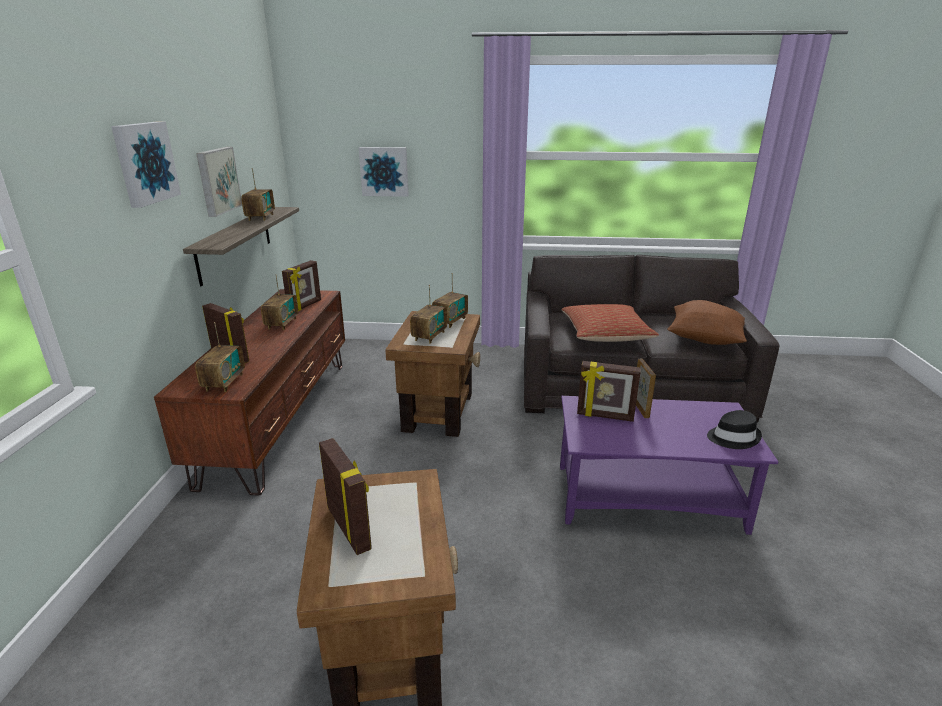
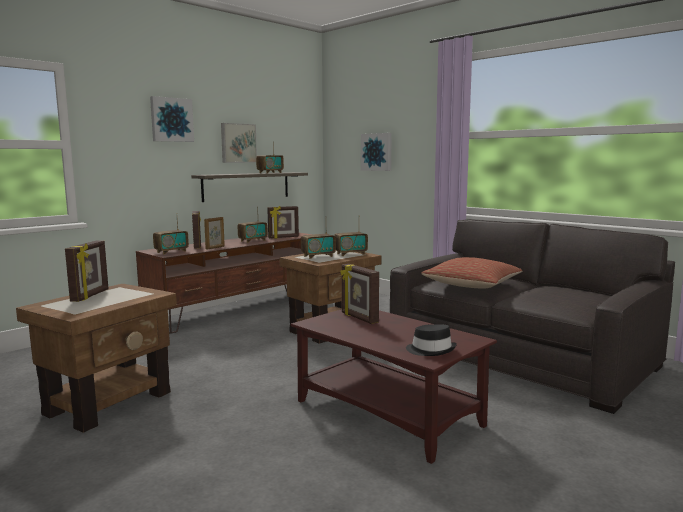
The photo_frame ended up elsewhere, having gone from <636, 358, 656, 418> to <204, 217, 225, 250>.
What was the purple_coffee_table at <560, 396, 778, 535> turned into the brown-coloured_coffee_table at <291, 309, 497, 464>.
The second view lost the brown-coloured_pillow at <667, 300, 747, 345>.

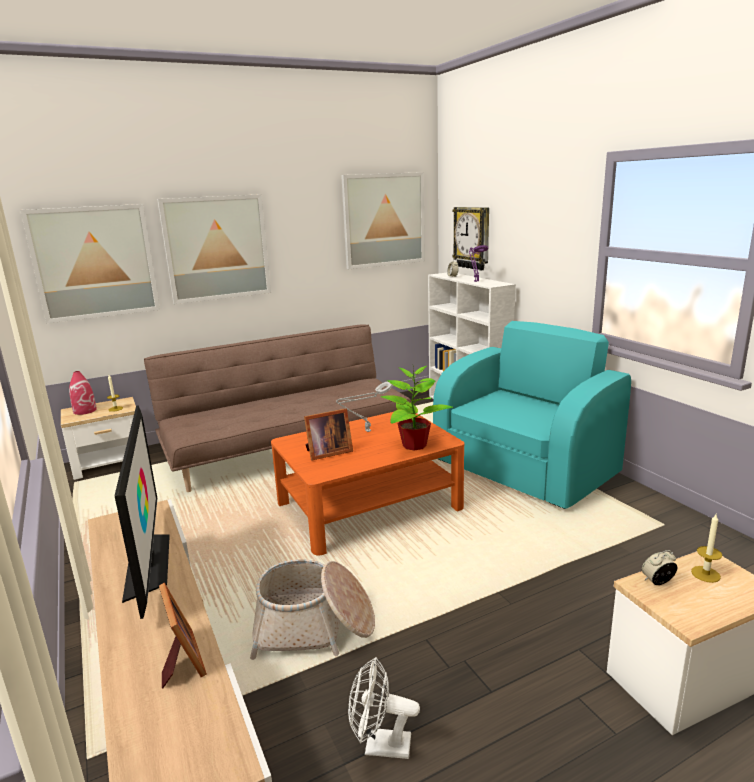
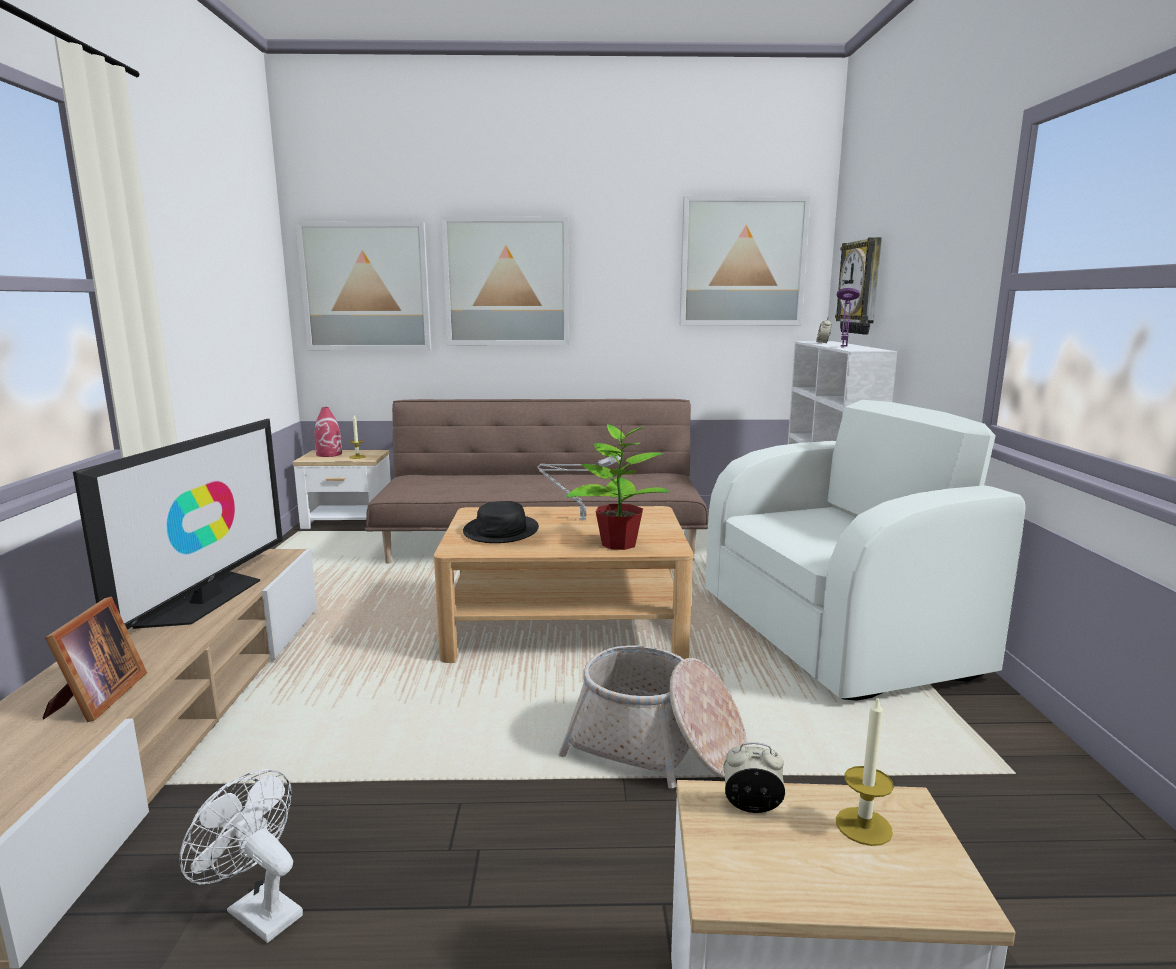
What was the orangey_coffee_table at <271, 412, 464, 556> turned into the sand-coloured_coffee_table at <434, 506, 693, 663>.
Where the photo_frame stood at <304, 408, 353, 461>, the black_clothing_hat came to stand at <463, 501, 539, 543>.
The storage_basket ended up elsewhere, having gone from <250, 559, 375, 660> to <558, 645, 747, 788>.
What was the turquoise_easy_chair at <433, 321, 631, 509> turned into the whitish_easy_chair at <705, 400, 1025, 701>.

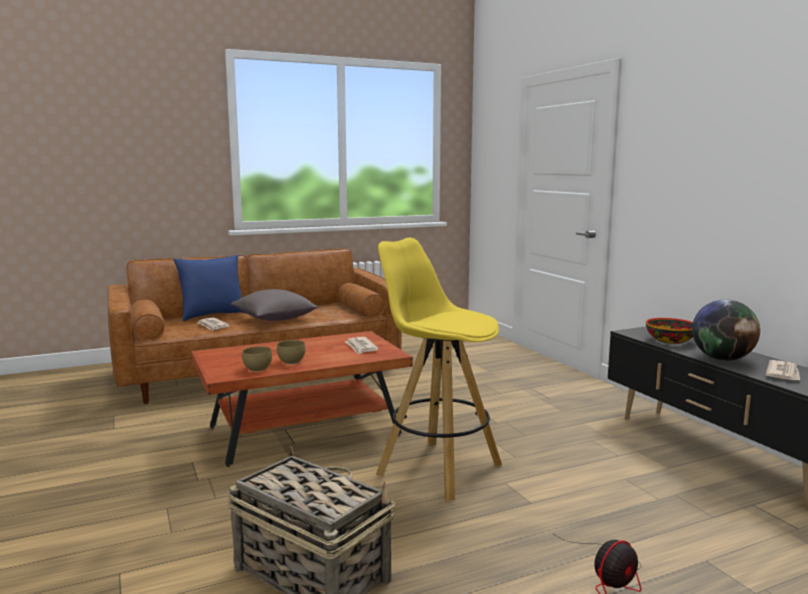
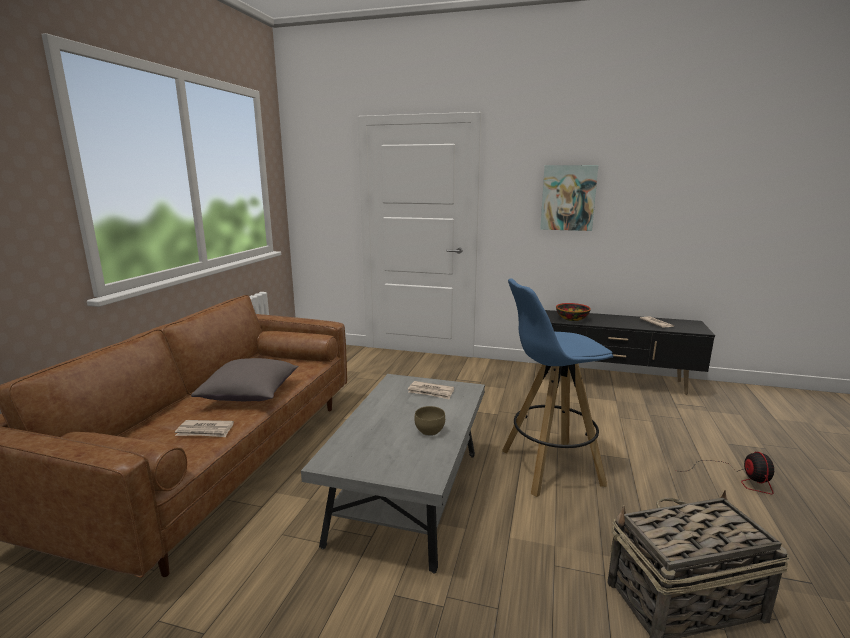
What was the brown-coloured_coffee_table at <192, 331, 413, 467> turned into the gray_coffee_table at <301, 374, 485, 574>.
What was the yellow_stool at <376, 238, 502, 501> turned into the bluish_stool at <502, 279, 613, 497>.
The second view gained the picture at <540, 165, 598, 231>.
The second view lost the bluish_pillow at <173, 255, 245, 321>.
The second view lost the brown-coloured_serving_bowl at <242, 346, 272, 372>.
The second view lost the desk_globe at <692, 300, 760, 361>.

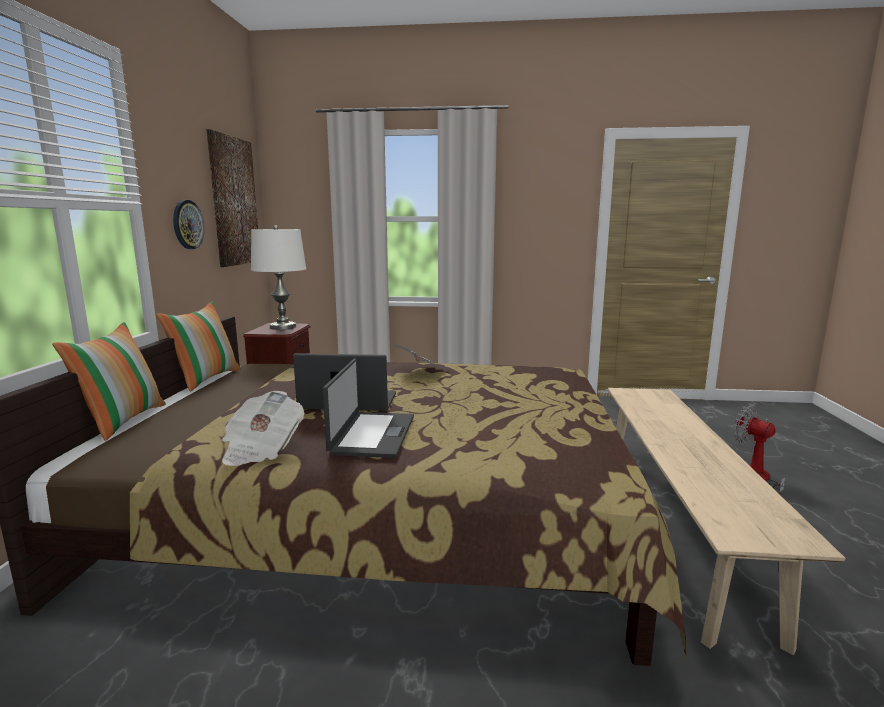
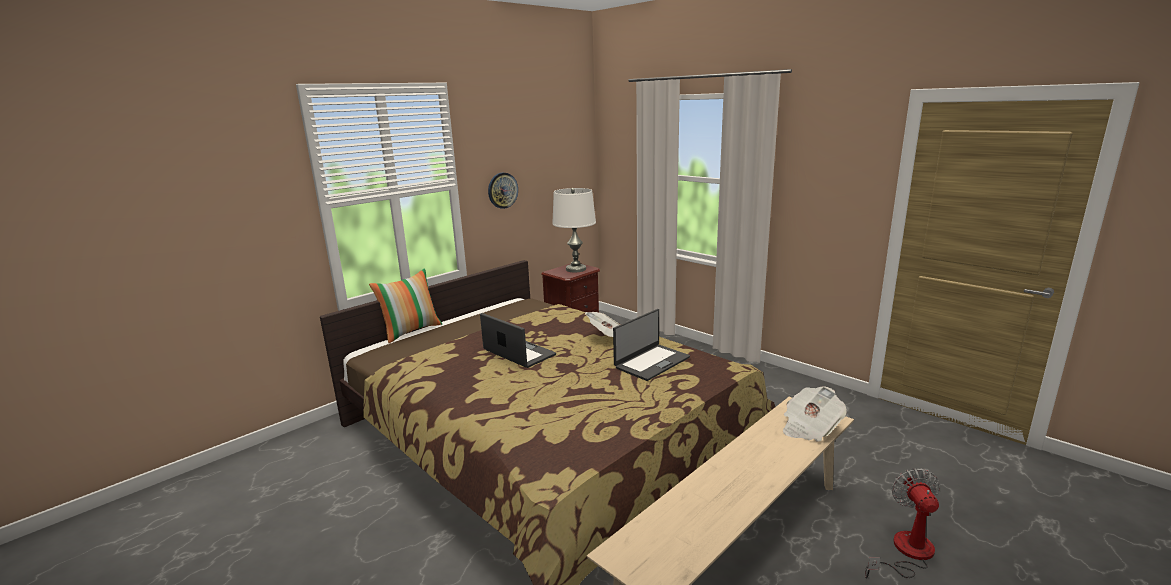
The laptop ended up elsewhere, having gone from <323, 358, 414, 458> to <613, 309, 690, 381>.
The daily_paper ended up elsewhere, having gone from <222, 391, 304, 466> to <783, 387, 847, 442>.
The second view lost the pillow at <156, 301, 241, 392>.
The second view lost the picture at <207, 129, 258, 267>.

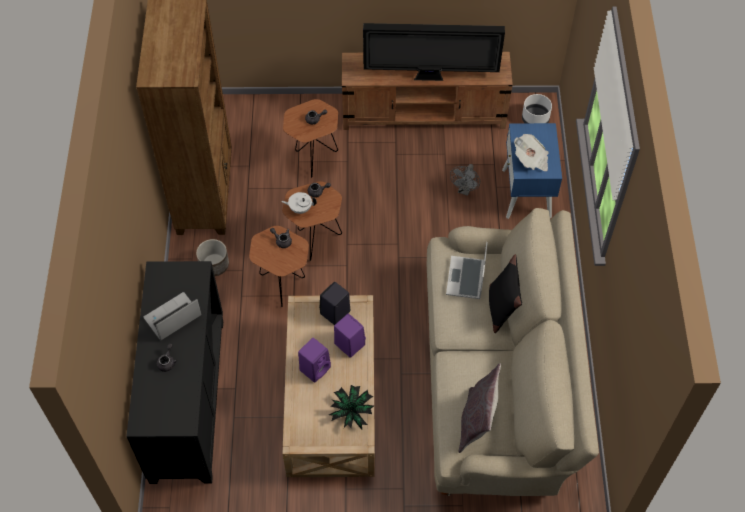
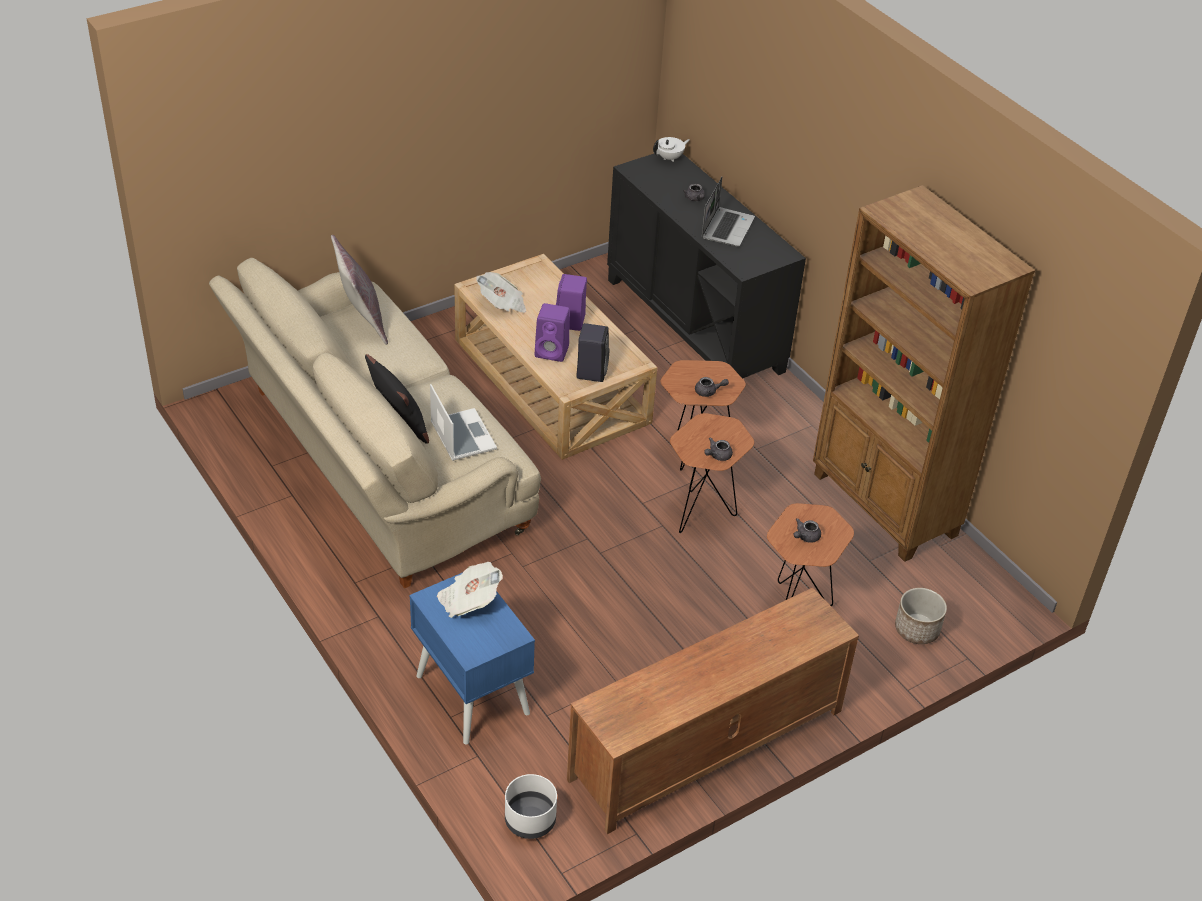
Where the plant_in_a_pot stood at <329, 385, 374, 429>, the daily_paper came to stand at <476, 272, 526, 313>.
The whitish_pot_for_tea ended up elsewhere, having gone from <281, 192, 317, 214> to <653, 137, 690, 162>.
The plant_pot ended up elsewhere, having gone from <196, 239, 229, 276> to <895, 588, 947, 644>.
The second view lost the TV at <363, 23, 505, 81>.
The second view lost the gray_electric_fan at <450, 164, 480, 196>.

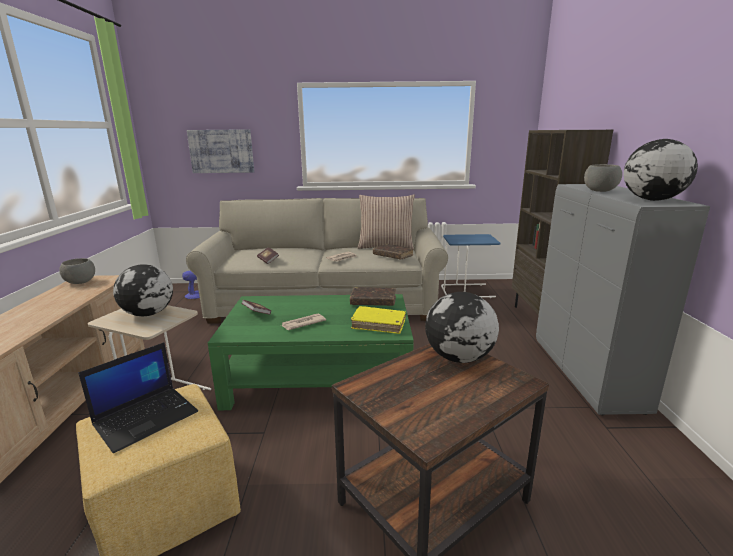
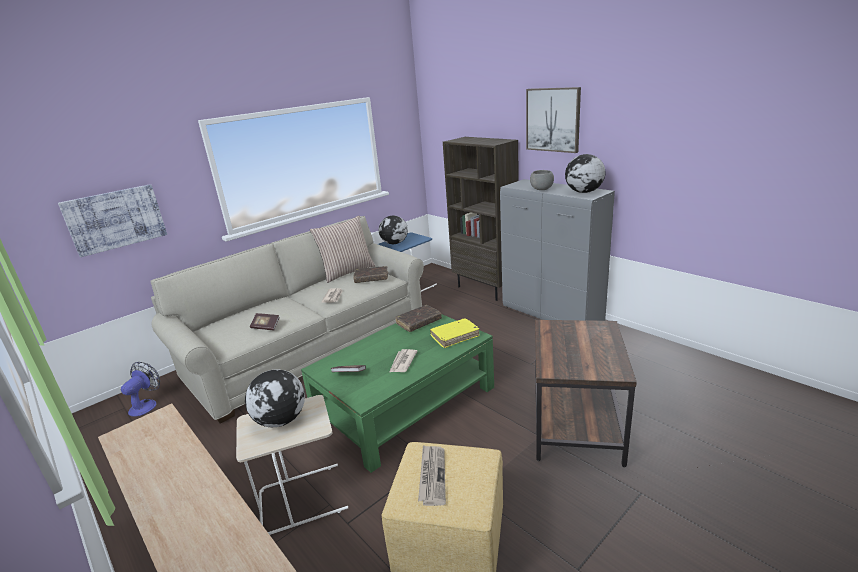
The desk_globe ended up elsewhere, having gone from <425, 292, 499, 363> to <379, 216, 408, 244>.
Where the laptop stood at <78, 342, 198, 453>, the daily_paper came to stand at <418, 445, 446, 506>.
The second view gained the picture at <526, 87, 581, 153>.
The second view lost the gray_serving_bowl at <59, 258, 95, 284>.

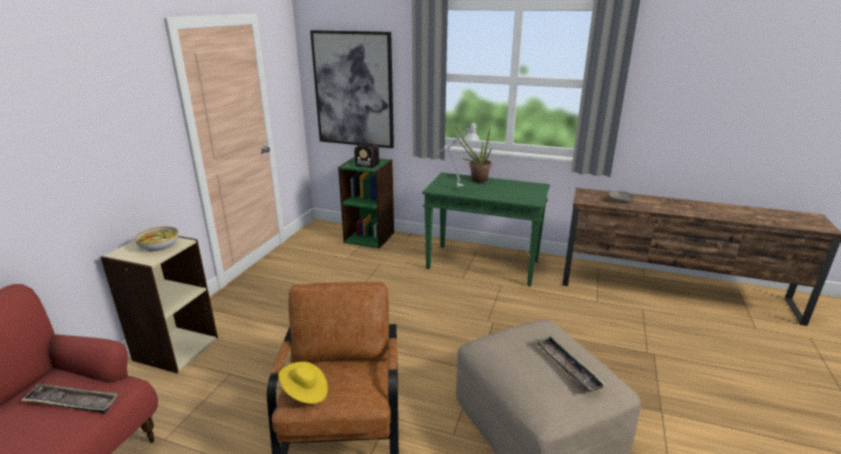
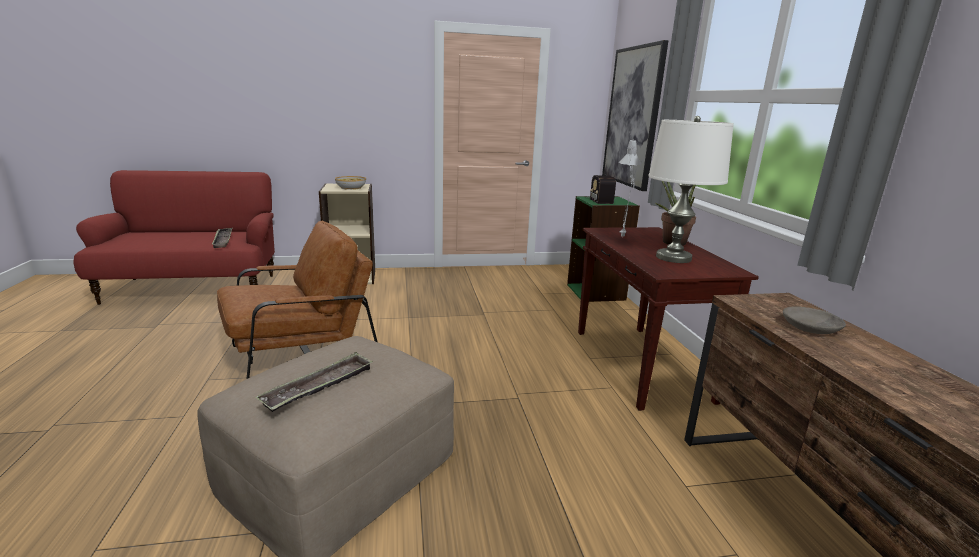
What was the green-coloured_hall_table at <422, 173, 550, 287> turned into the brown-coloured_hall_table at <578, 227, 759, 411>.
The second view gained the whitish_tabletop_lamp at <648, 116, 734, 263>.
The second view lost the yellow_clothing_hat at <278, 362, 328, 404>.

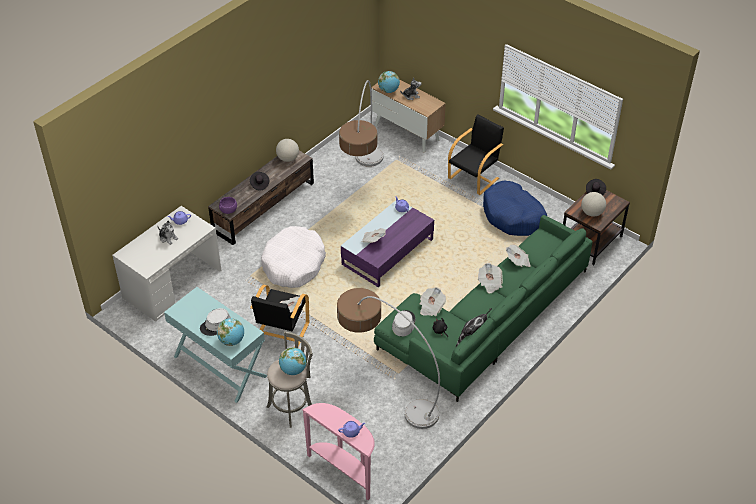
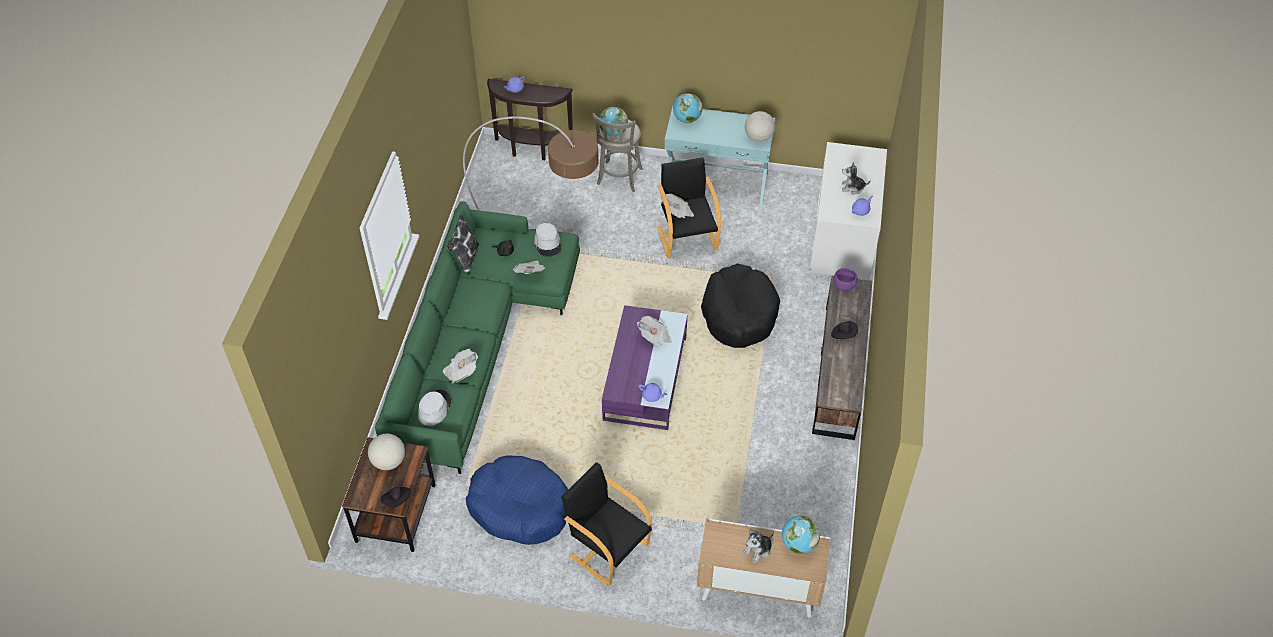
The gray_clothing_hat ended up elsewhere, having gone from <200, 308, 231, 336> to <418, 389, 451, 426>.
What was the pink-coloured_hall_table at <302, 403, 375, 500> turned into the brown-coloured_hall_table at <487, 79, 573, 160>.
The black_easy_chair at <448, 114, 504, 195> ended up facing another way, 120 degrees clockwise from before.
What was the whitish_dog_cushion at <261, 226, 326, 288> turned into the black_dog_cushion at <701, 263, 780, 348>.
The desk_globe ended up elsewhere, having gone from <276, 139, 299, 162> to <745, 111, 775, 142>.
The second view lost the standing_lamp at <339, 80, 383, 167>.
The second view lost the daily_paper at <478, 263, 503, 294>.

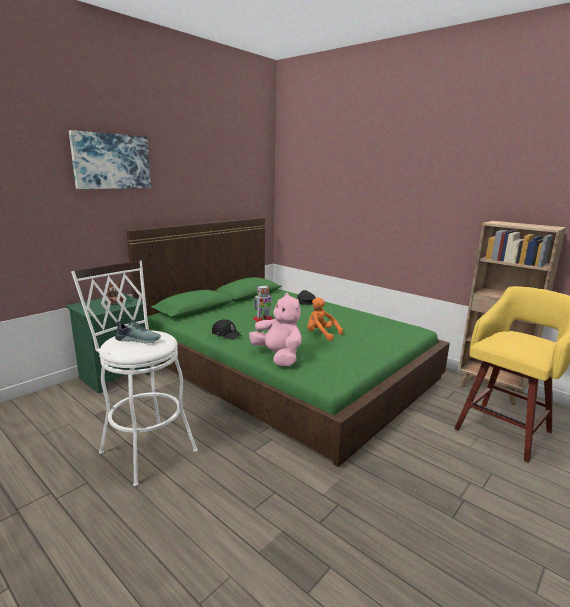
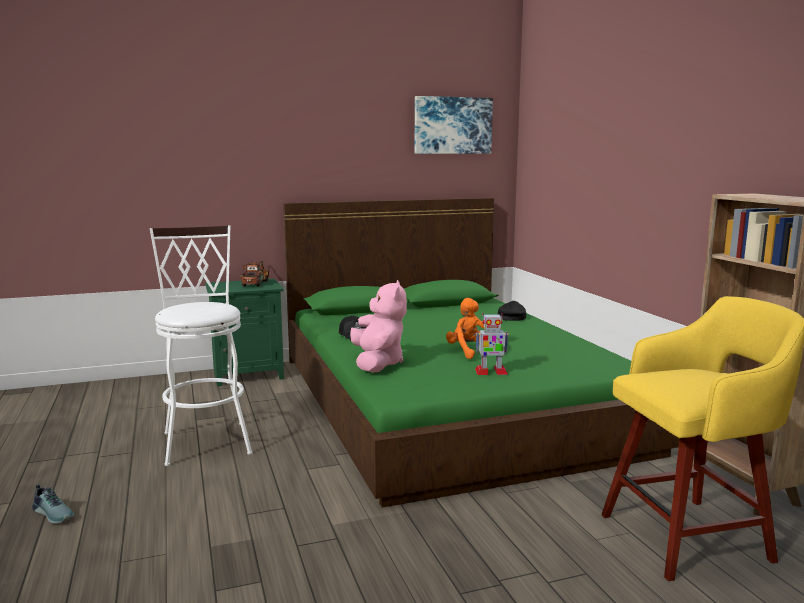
The shoe ended up elsewhere, having gone from <115, 320, 161, 343> to <32, 484, 74, 524>.
The picture ended up elsewhere, having gone from <69, 130, 151, 189> to <415, 96, 493, 154>.
The robot_figure ended up elsewhere, having gone from <253, 286, 273, 322> to <475, 313, 509, 375>.

